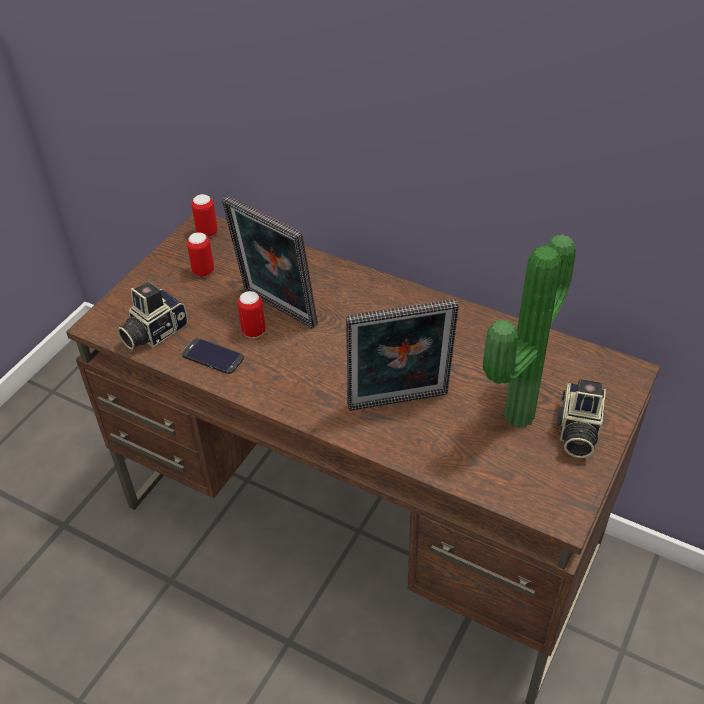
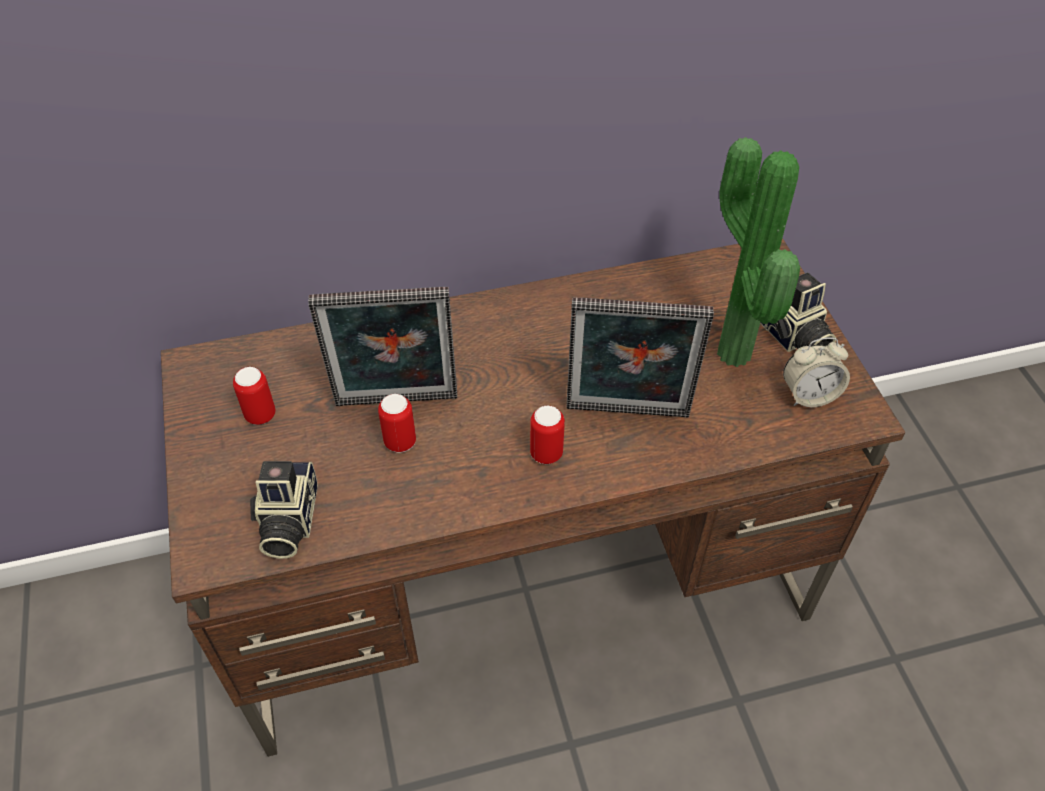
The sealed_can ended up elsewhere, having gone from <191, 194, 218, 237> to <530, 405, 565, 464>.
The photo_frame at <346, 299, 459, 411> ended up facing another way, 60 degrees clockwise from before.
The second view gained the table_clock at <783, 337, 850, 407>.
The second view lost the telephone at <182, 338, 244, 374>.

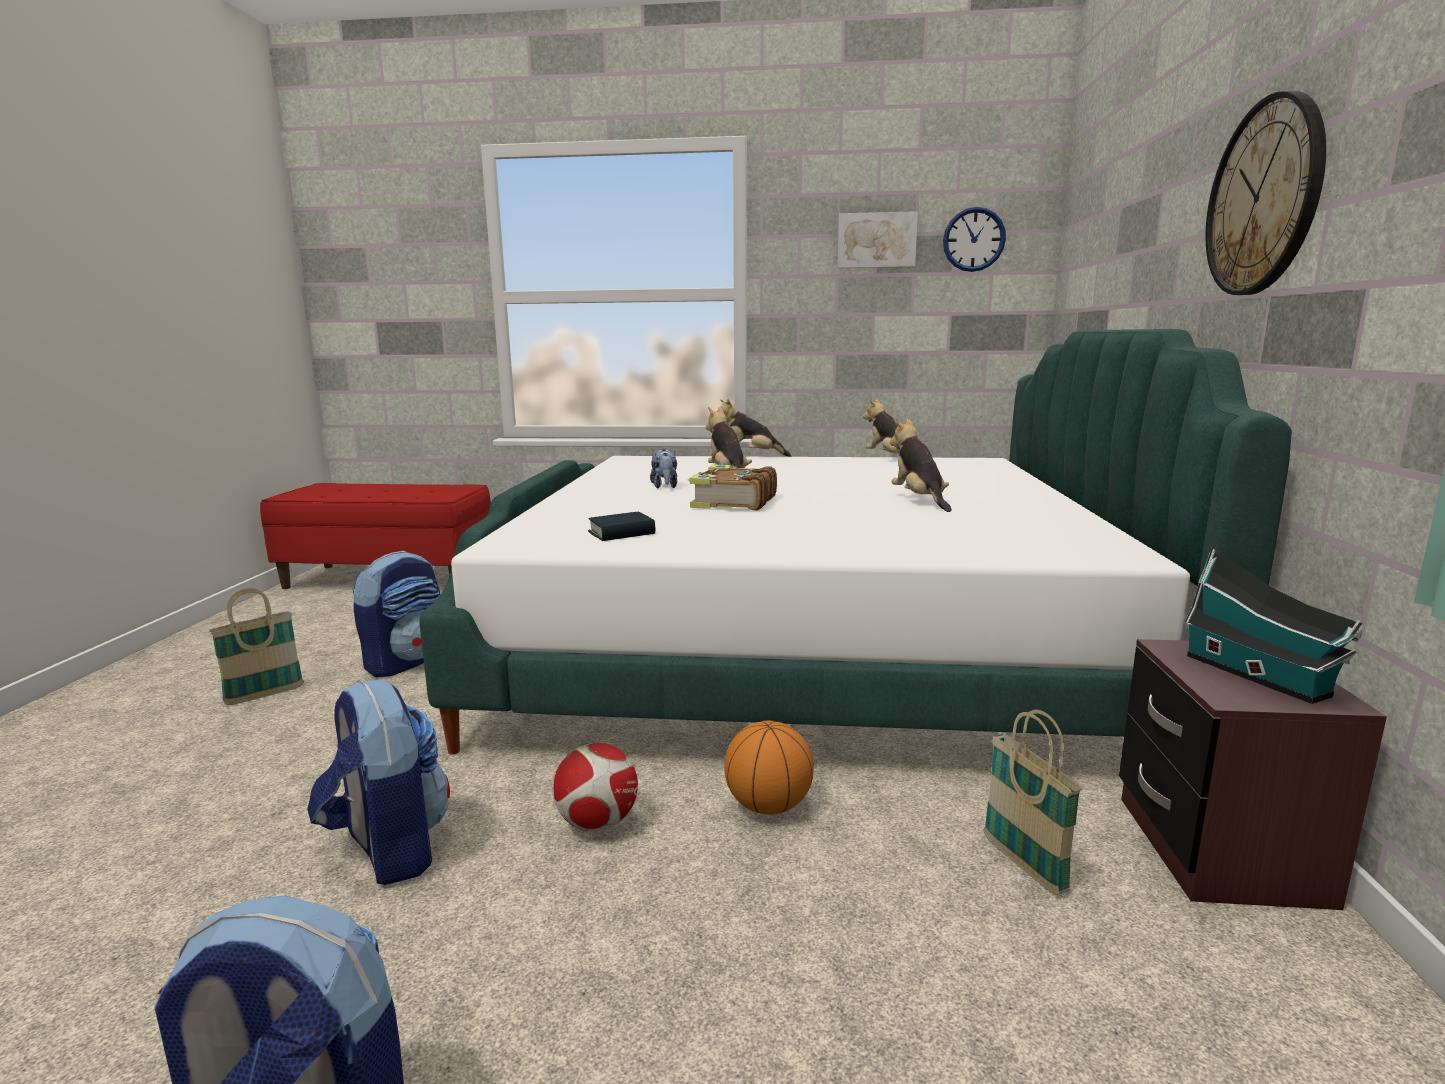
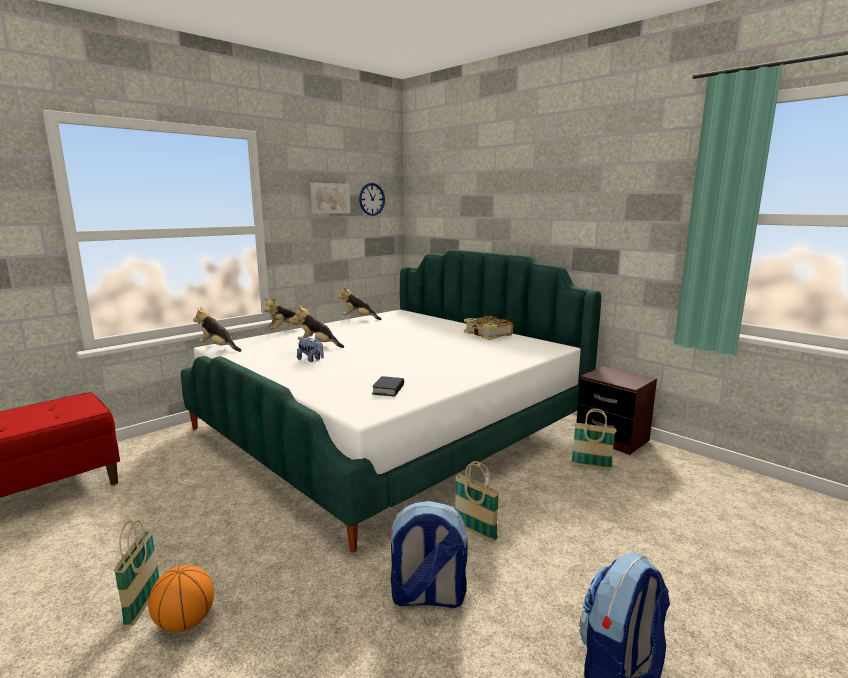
The ball_for_basketball ended up elsewhere, having gone from <724, 721, 814, 815> to <148, 565, 214, 632>.
The soft_toy ended up elsewhere, having gone from <890, 419, 951, 512> to <193, 307, 242, 352>.
Where the football_ball stood at <553, 743, 638, 831>, the storage_basket came to stand at <455, 461, 500, 542>.
The book ended up elsewhere, having gone from <688, 465, 777, 510> to <464, 316, 513, 340>.
The second view lost the knapsack at <353, 551, 440, 677>.
The second view lost the toy_house at <1184, 549, 1363, 704>.
The second view lost the hanging_clock at <1206, 91, 1326, 295>.

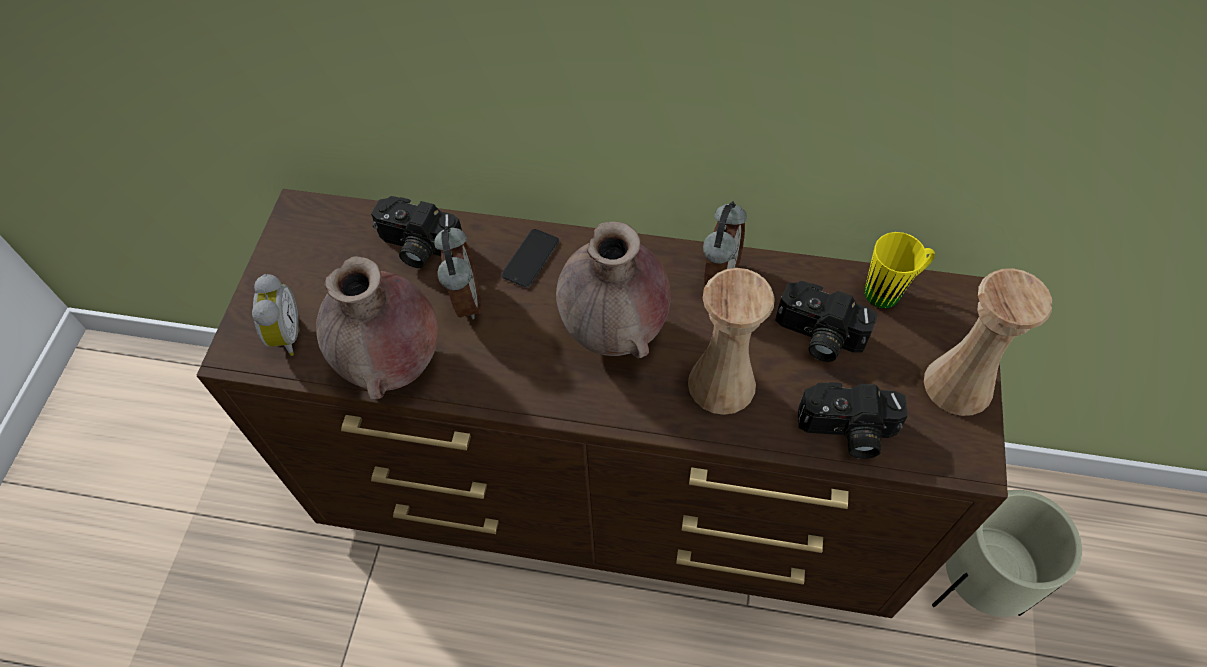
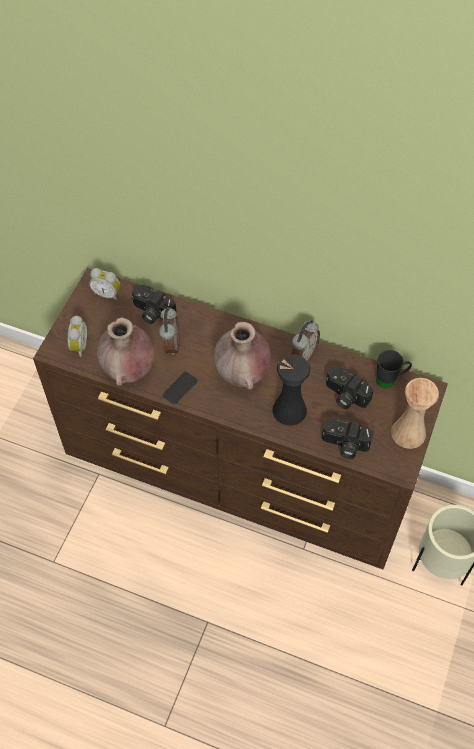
The second view gained the table_clock at <89, 268, 120, 301>.
The telephone ended up elsewhere, having gone from <501, 229, 559, 288> to <162, 372, 198, 405>.
What was the sand-coloured_decorative_vase at <688, 268, 775, 415> turned into the black_decorative_vase at <272, 354, 310, 426>.
What was the yellow_coffee_mug at <865, 232, 935, 308> turned into the black_coffee_mug at <376, 350, 412, 388>.

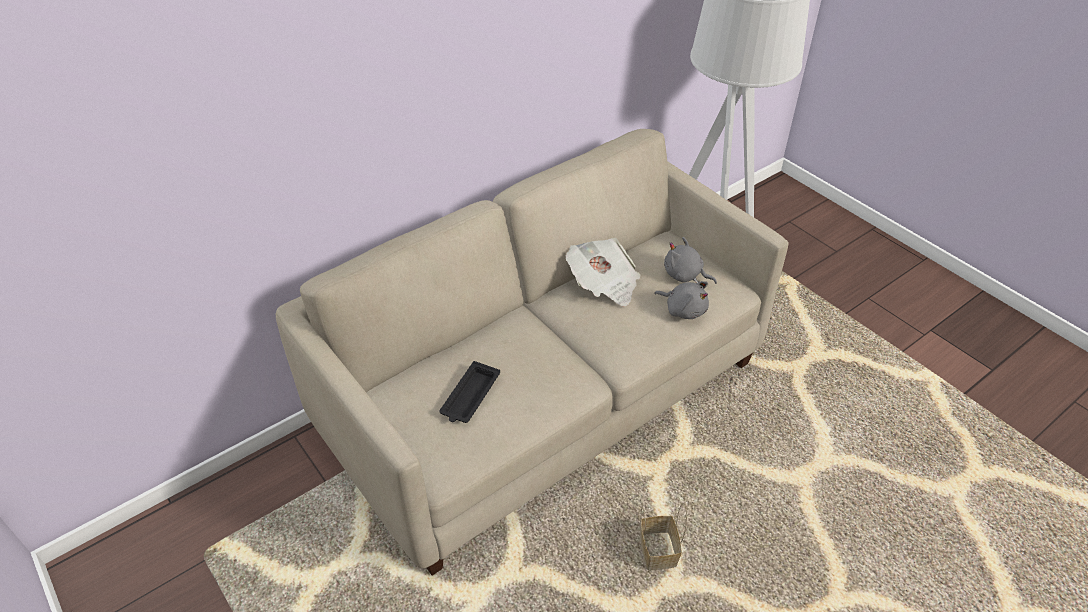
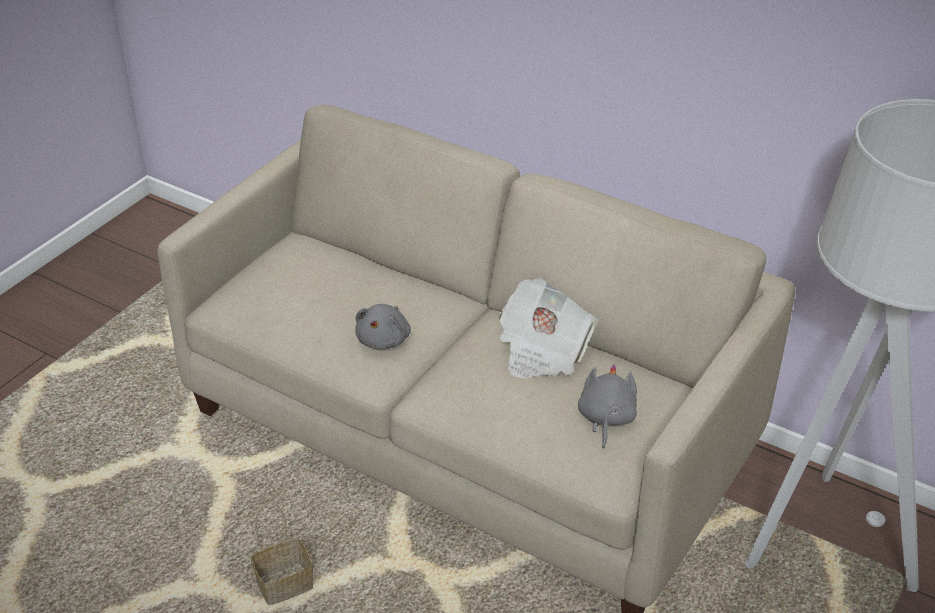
The gray_soft_toy ended up elsewhere, having gone from <654, 281, 709, 319> to <355, 304, 411, 350>.
The second view lost the black_serving_tray at <440, 361, 500, 423>.

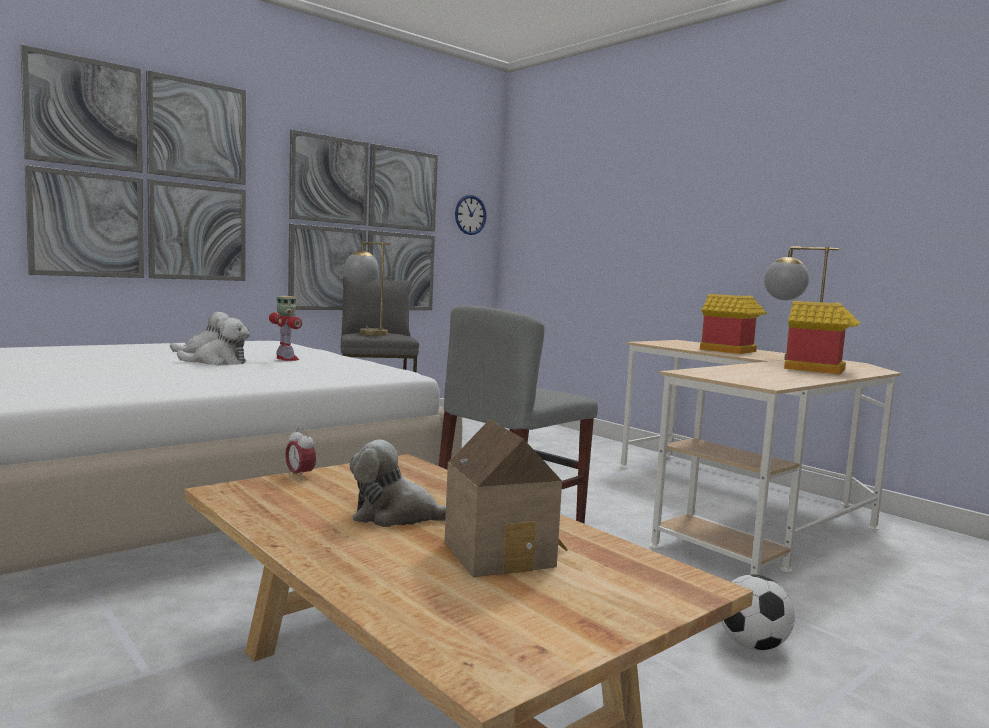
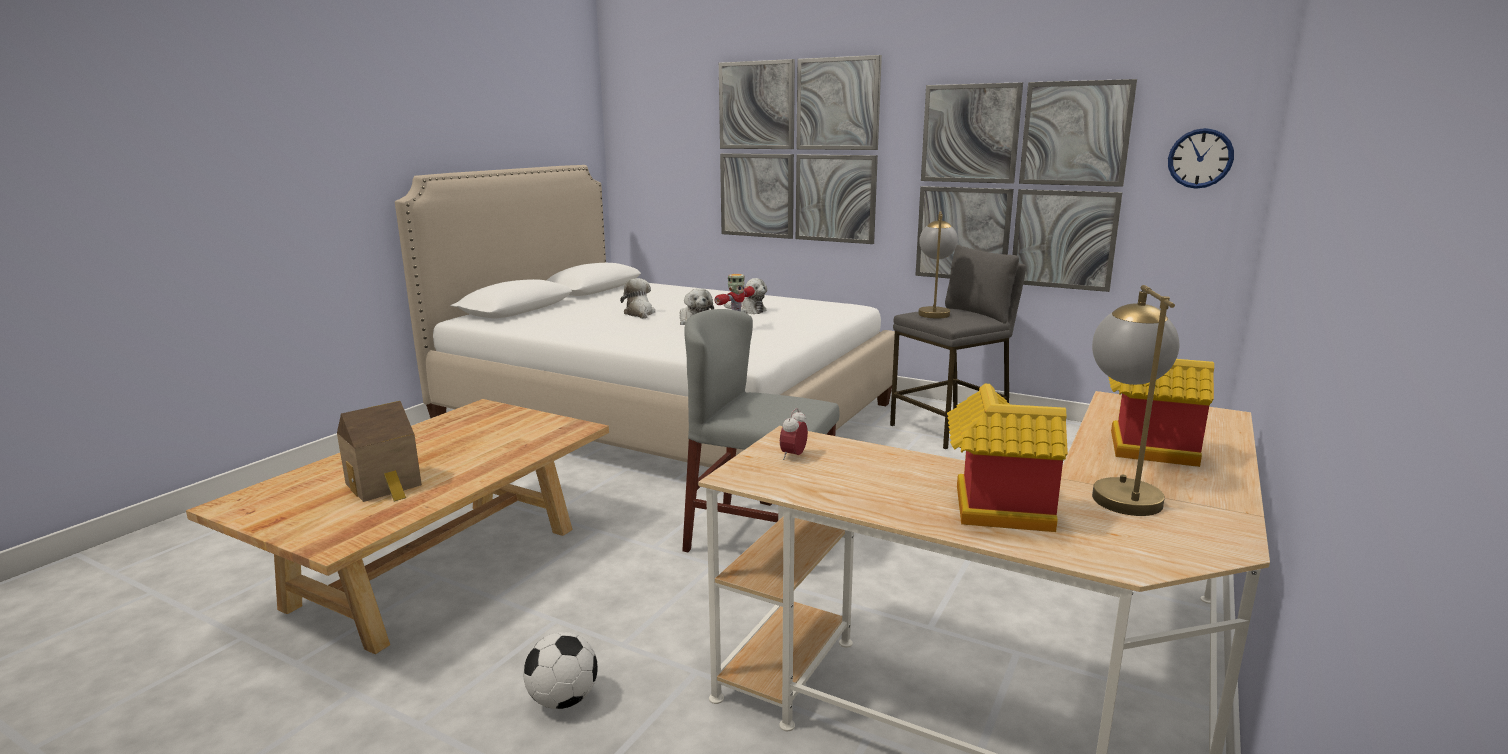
The soft_toy ended up elsewhere, having gone from <350, 439, 446, 527> to <620, 278, 656, 319>.
The table_clock ended up elsewhere, having gone from <285, 427, 316, 480> to <780, 408, 808, 460>.

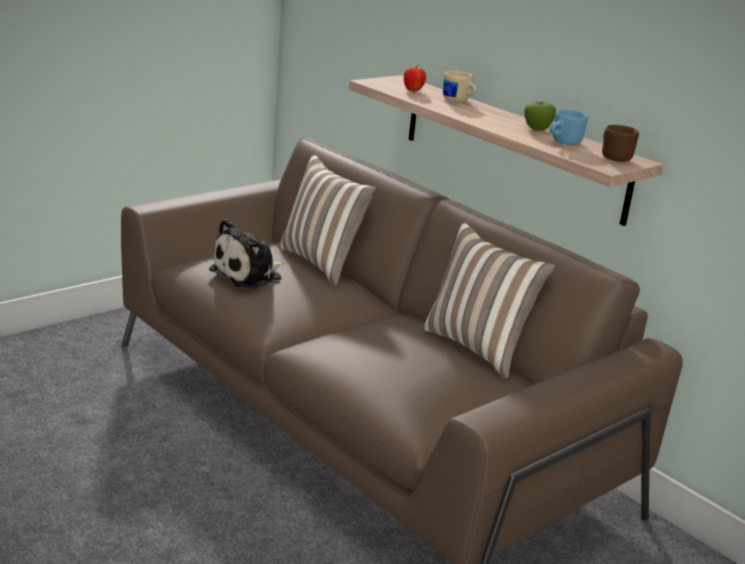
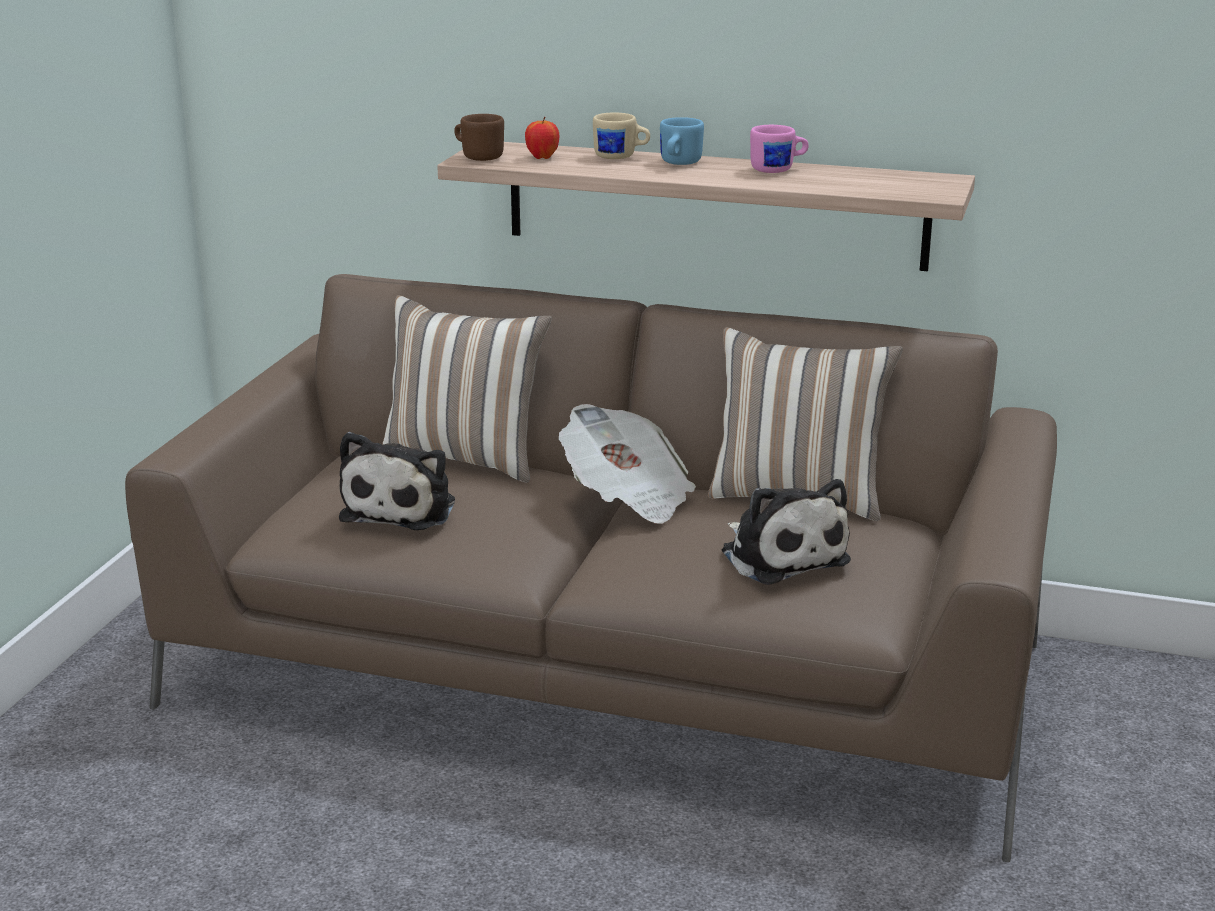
The brown-coloured_coffee_mug ended up elsewhere, having gone from <602, 125, 639, 162> to <454, 114, 504, 161>.
The second view gained the daily_paper at <559, 404, 696, 524>.
The bluish_coffee_mug ended up elsewhere, having gone from <550, 110, 588, 145> to <660, 117, 704, 165>.
The second view gained the soft_toy at <721, 479, 851, 585>.
Where the whole_apple stood at <524, 101, 556, 131>, the pink-coloured_coffee_mug came to stand at <750, 125, 809, 173>.

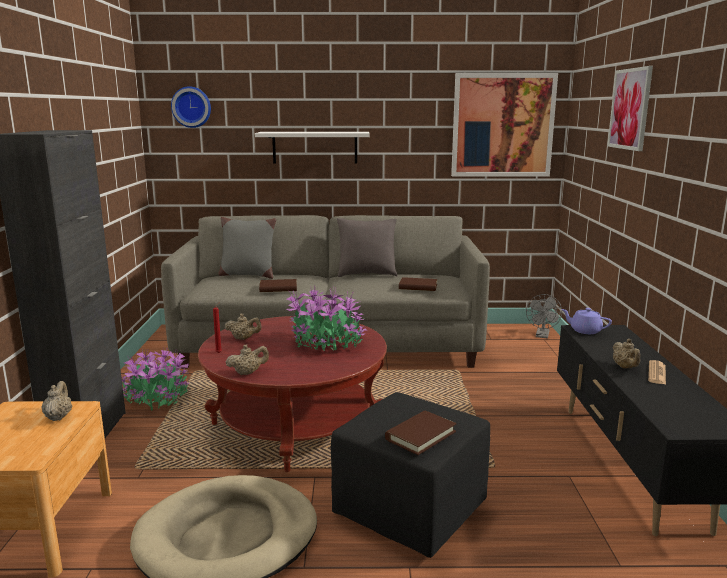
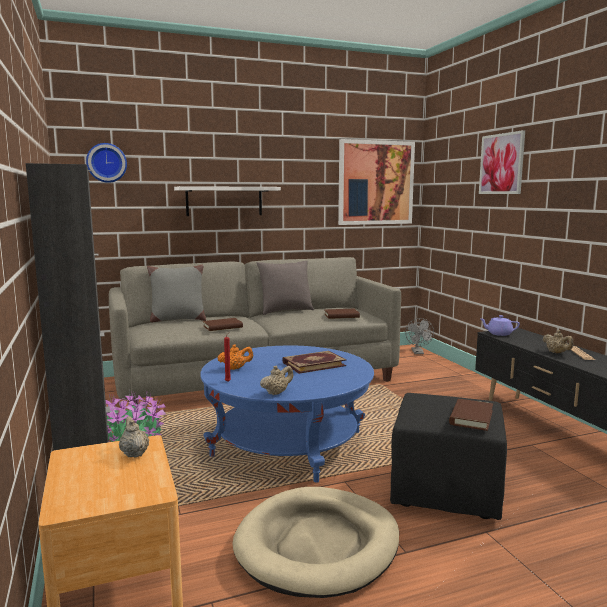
What was the red-coloured_coffee_table at <198, 316, 387, 472> turned into the bluish_coffee_table at <200, 346, 374, 483>.
What was the sand-coloured_pot_for_tea at <225, 314, 262, 340> turned into the orangey_pot_for_tea at <217, 344, 253, 370>.
Where the plant_in_a_pot stood at <286, 284, 367, 351>, the book came to stand at <282, 351, 347, 374>.

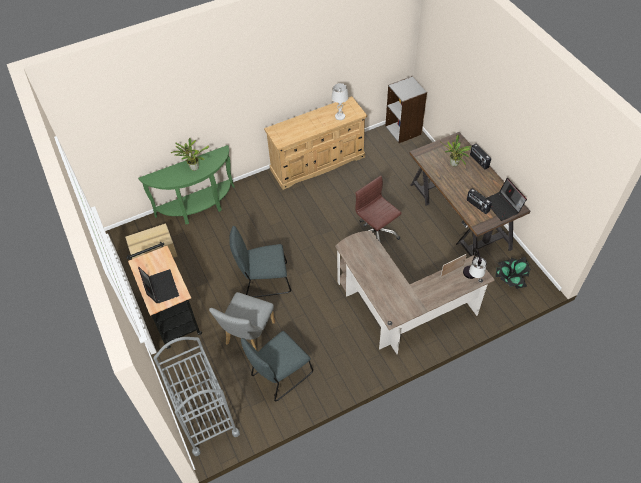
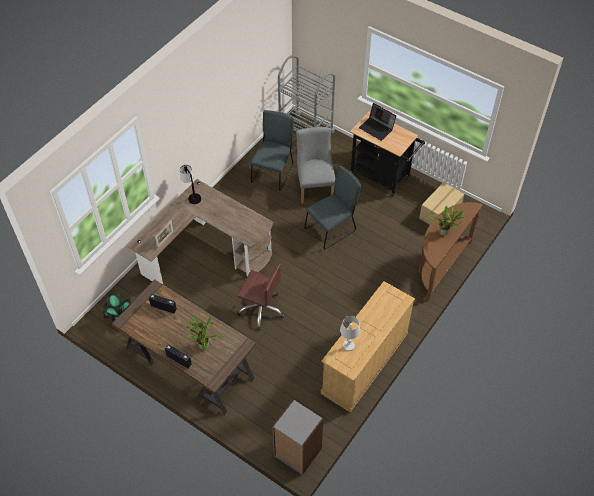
The tabletop_lamp ended up elsewhere, having gone from <463, 250, 487, 279> to <180, 165, 201, 204>.
What was the green-coloured_hall_table at <138, 145, 235, 224> turned into the brown-coloured_hall_table at <418, 202, 483, 301>.
The second view lost the laptop at <487, 178, 527, 221>.

